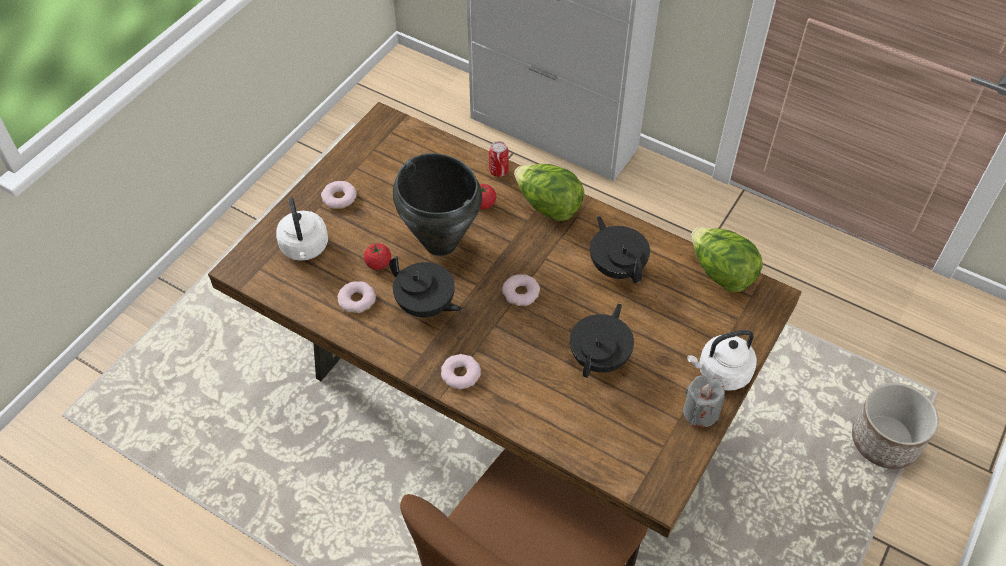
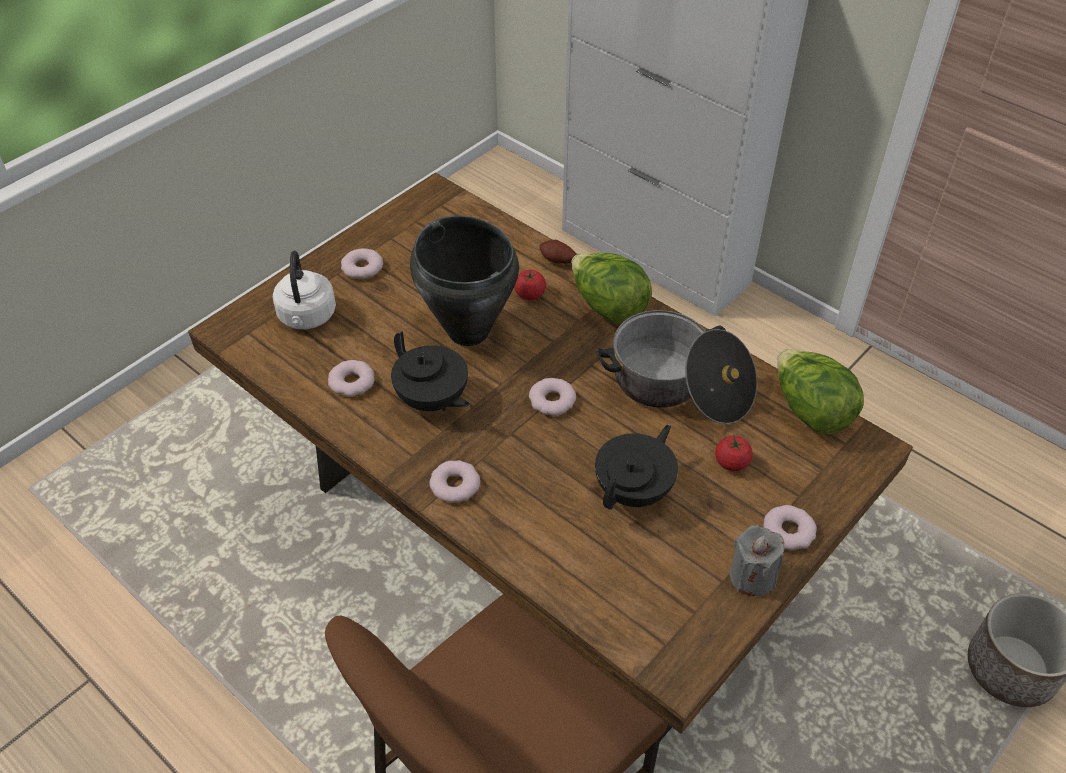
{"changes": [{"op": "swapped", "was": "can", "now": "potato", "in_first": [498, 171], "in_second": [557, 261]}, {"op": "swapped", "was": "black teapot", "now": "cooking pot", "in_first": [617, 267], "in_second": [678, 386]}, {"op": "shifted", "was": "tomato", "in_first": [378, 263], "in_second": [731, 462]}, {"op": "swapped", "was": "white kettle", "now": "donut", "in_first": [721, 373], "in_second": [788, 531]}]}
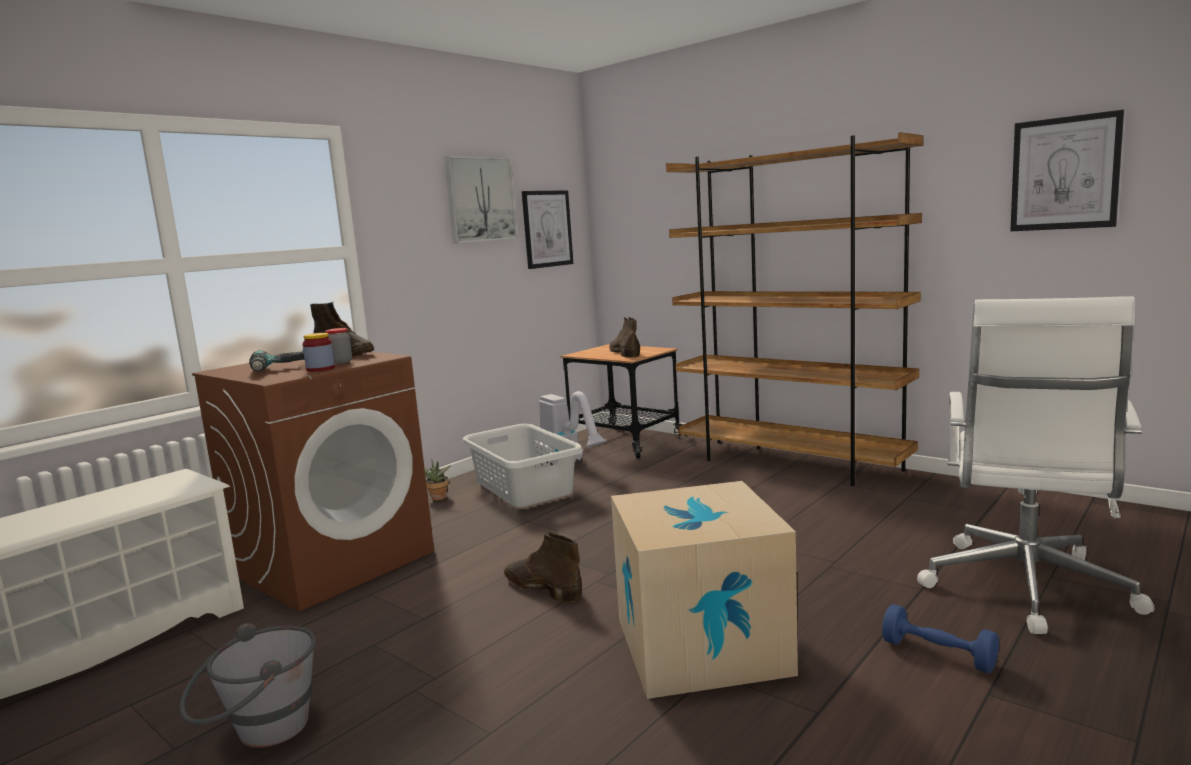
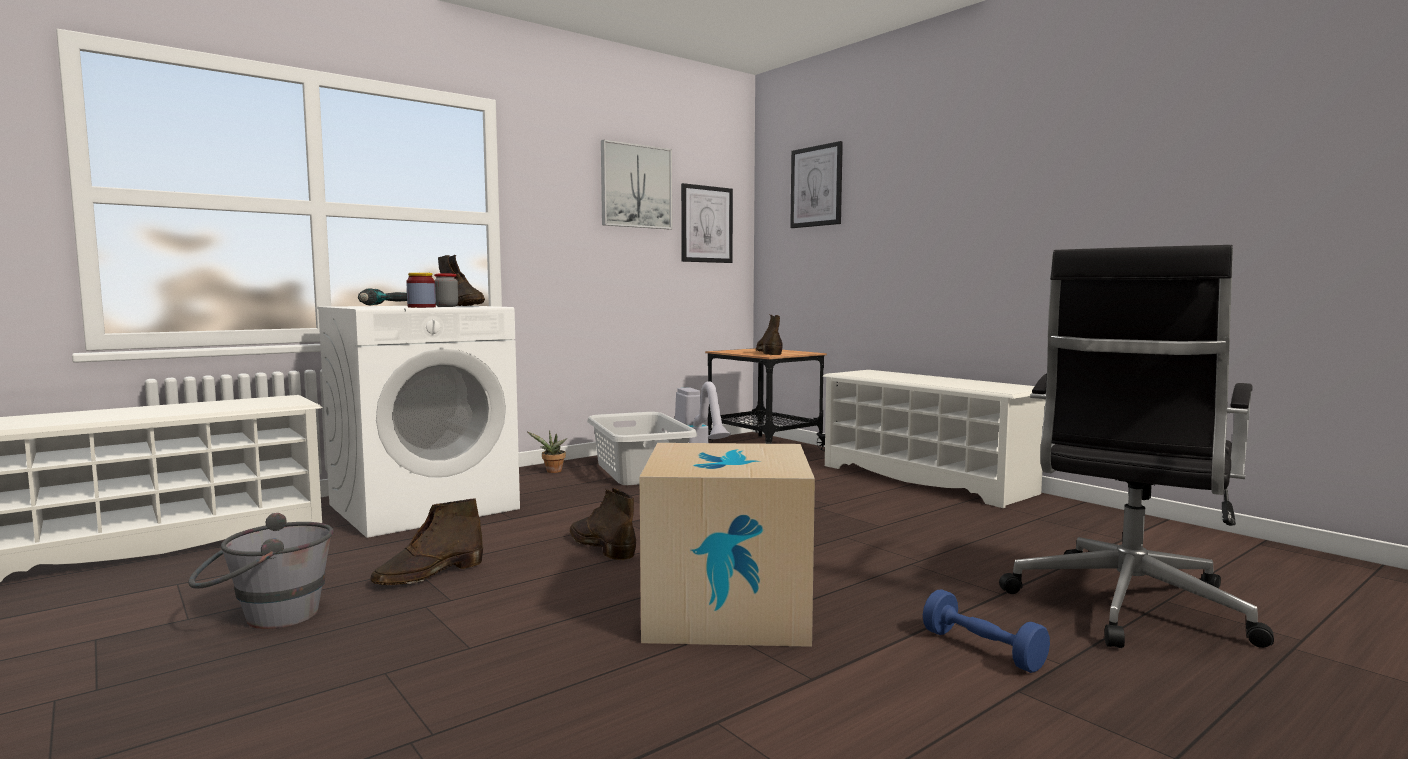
{"changes": [{"op": "shifted", "was": "picture", "in_first": [1064, 173], "in_second": [816, 186]}, {"op": "swapped", "was": "brown bookcase", "now": "white shoe rack", "in_first": [791, 463], "in_second": [926, 479]}, {"op": "repainted", "was": "white office chair", "now": "black office chair", "in_first": [1025, 588], "in_second": [1126, 607]}, {"op": "repainted", "was": "brown washing machine", "now": "white washing machine", "in_first": [333, 562], "in_second": [424, 506]}, {"op": "new", "now": "brown boot", "in_second": [428, 574]}]}
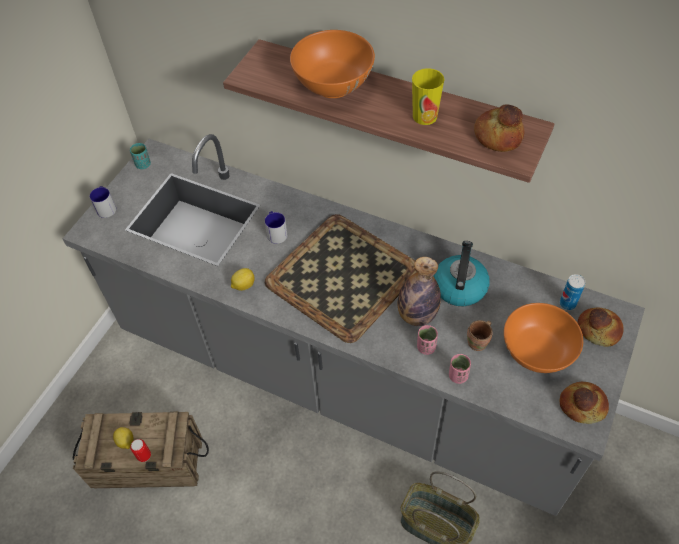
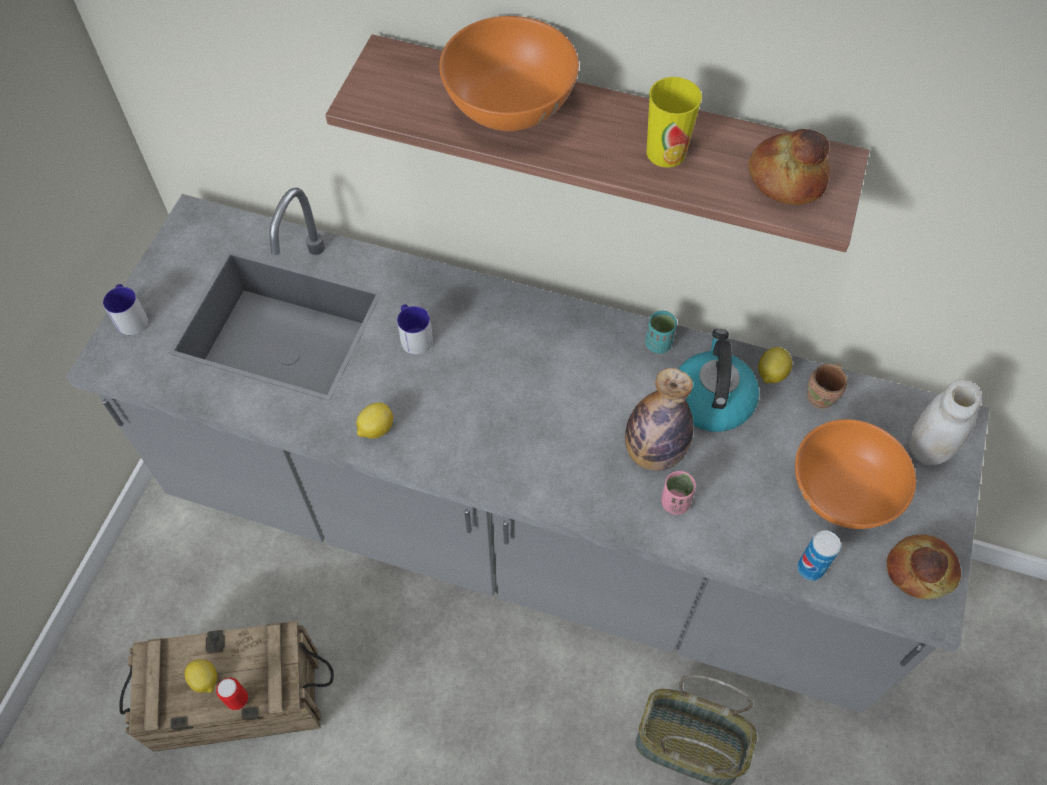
{"changes": [{"op": "shifted", "was": "turquoise cup", "in_first": [143, 164], "in_second": [658, 343]}, {"op": "gone", "was": "tray", "in_first": [344, 276]}, {"op": "shifted", "was": "can", "in_first": [567, 304], "in_second": [810, 568]}, {"op": "swapped", "was": "bread", "now": "white jar", "in_first": [599, 329], "in_second": [927, 448]}, {"op": "shifted", "was": "brown mug", "in_first": [479, 343], "in_second": [822, 397]}, {"op": "gone", "was": "pink cup", "in_first": [458, 376]}, {"op": "new", "now": "lemon", "in_second": [771, 374]}]}
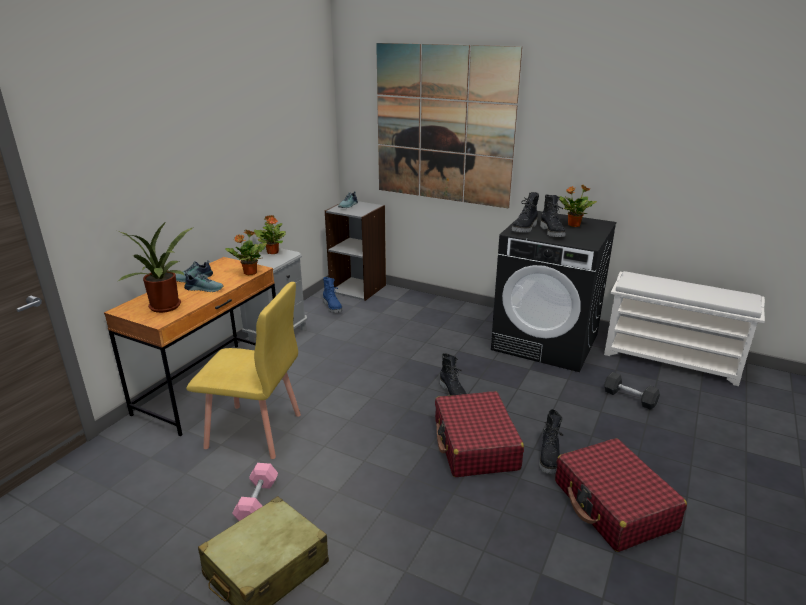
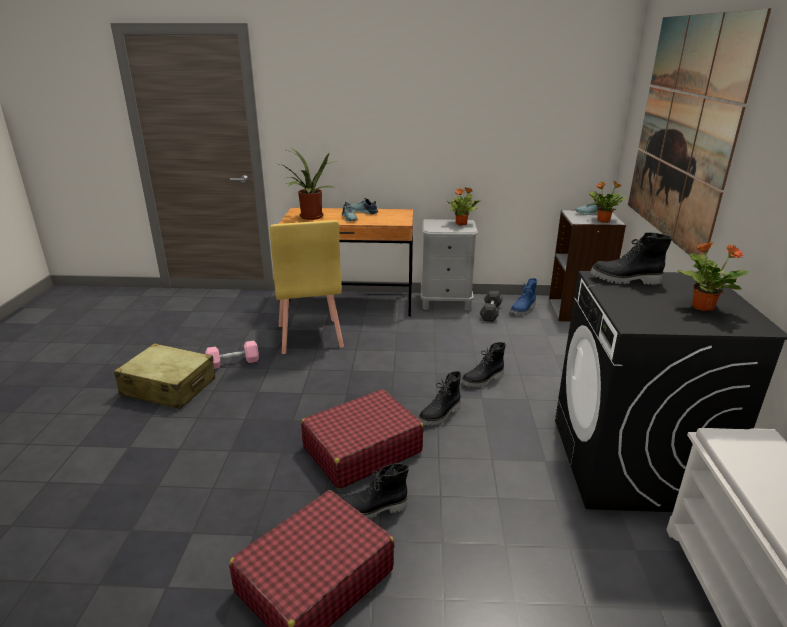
{"changes": [{"op": "shifted", "was": "black boot", "in_first": [552, 232], "in_second": [483, 380]}, {"op": "shifted", "was": "potted plant", "in_first": [249, 273], "in_second": [602, 221]}, {"op": "shifted", "was": "grey dumbbell", "in_first": [629, 398], "in_second": [490, 313]}]}
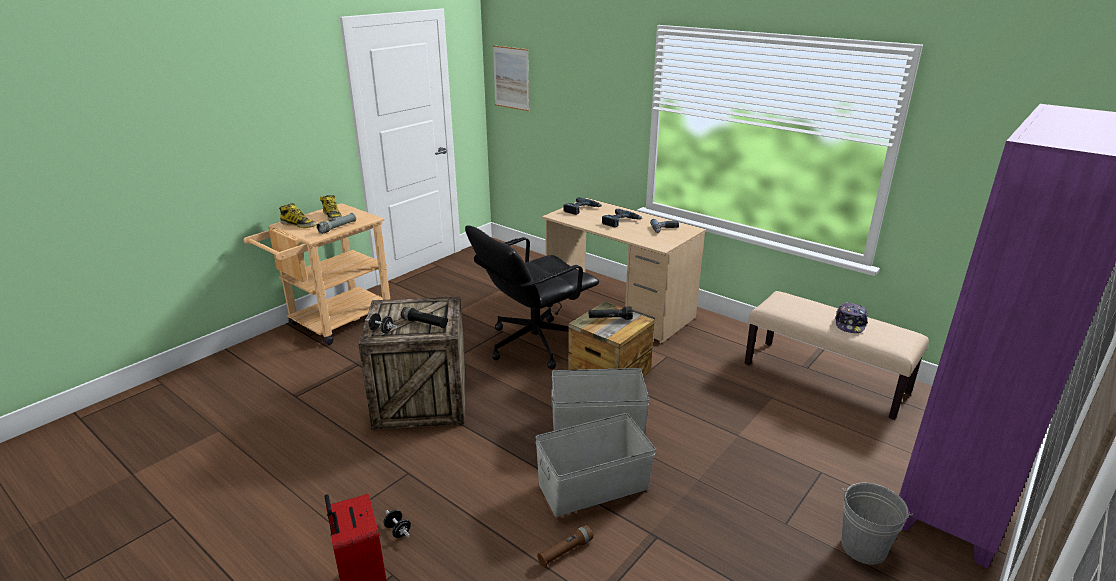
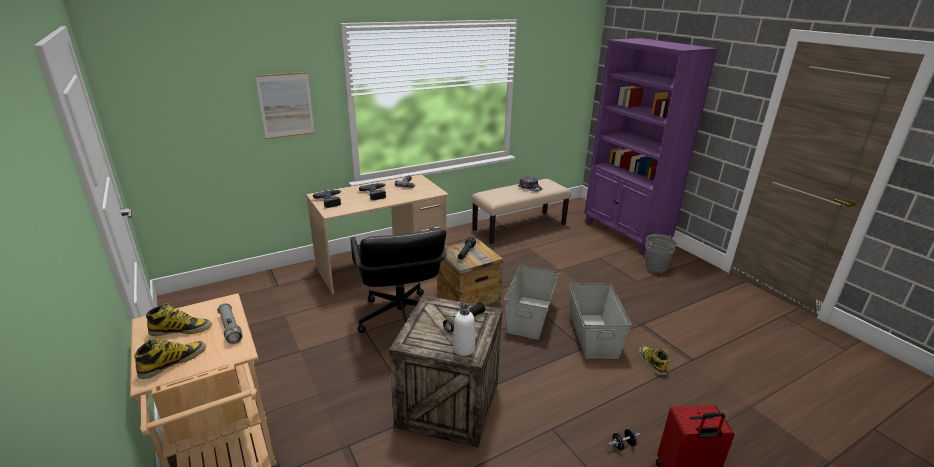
{"changes": [{"op": "shifted", "was": "picture", "in_first": [511, 78], "in_second": [286, 105]}, {"op": "swapped", "was": "black dumbbell", "now": "white bottle", "in_first": [381, 330], "in_second": [463, 349]}, {"op": "swapped", "was": "brown flashlight", "now": "boot", "in_first": [565, 551], "in_second": [651, 362]}]}
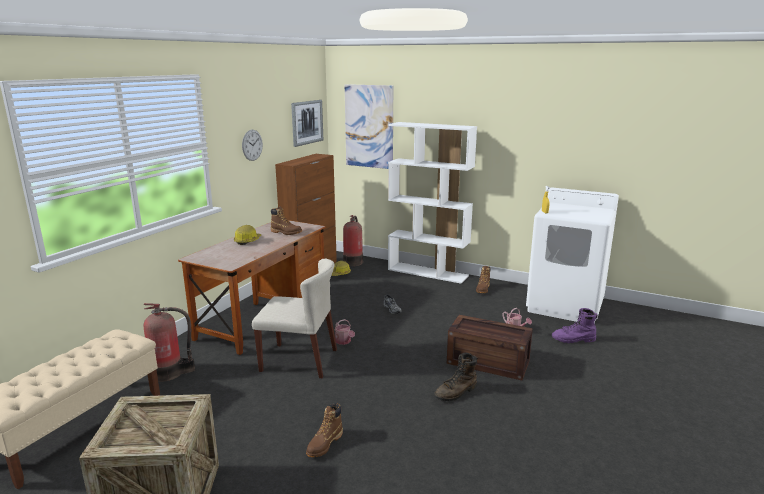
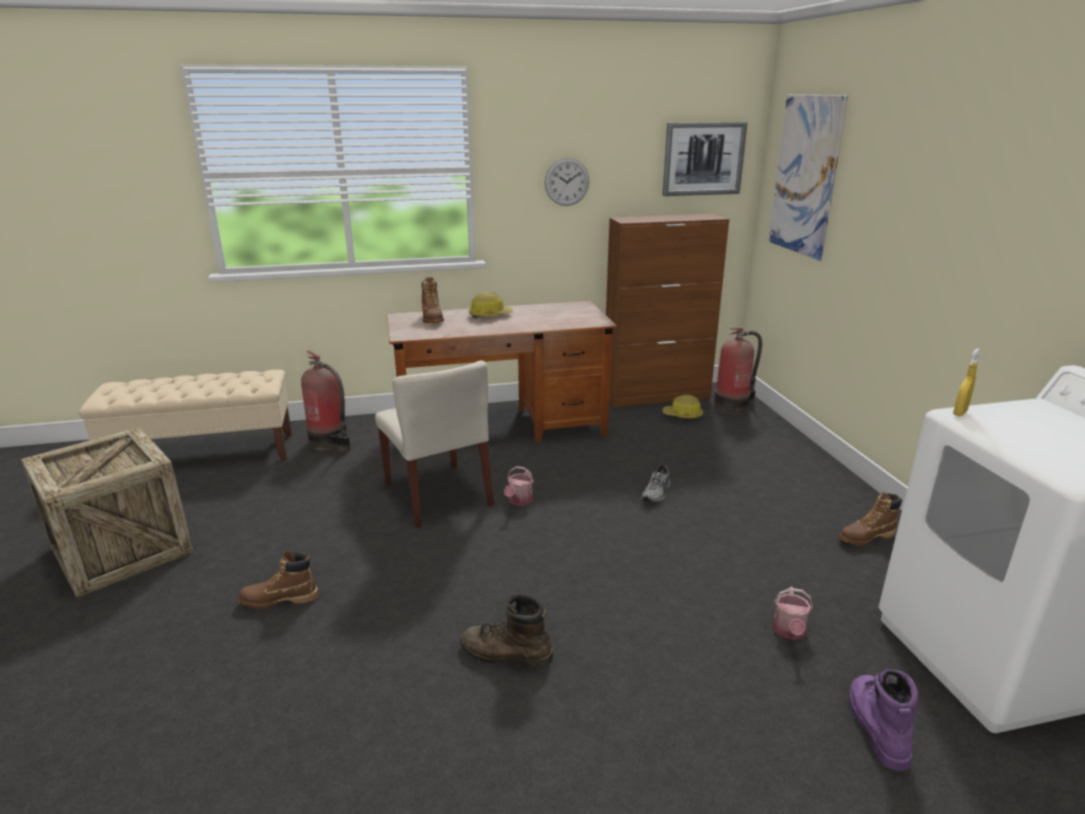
{"changes": [{"op": "gone", "was": "white bookcase", "in_first": [428, 272]}, {"op": "shifted", "was": "brown boot", "in_first": [286, 232], "in_second": [432, 319]}, {"op": "rotated", "was": "purple boot", "in_first": [573, 339], "in_second": [876, 726], "clockwise": 45}, {"op": "gone", "was": "crate", "in_first": [489, 362]}]}
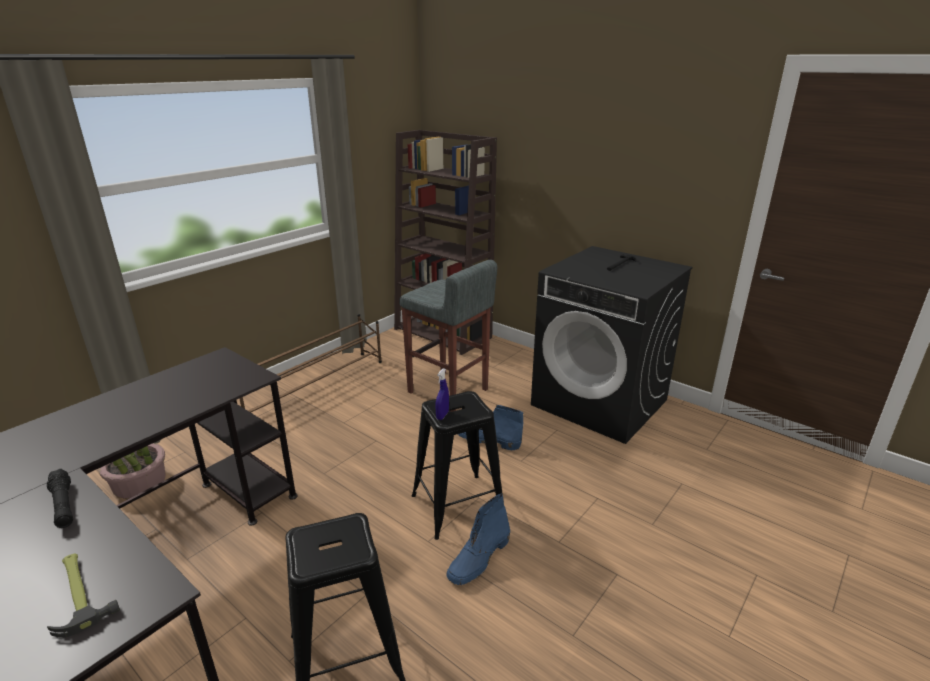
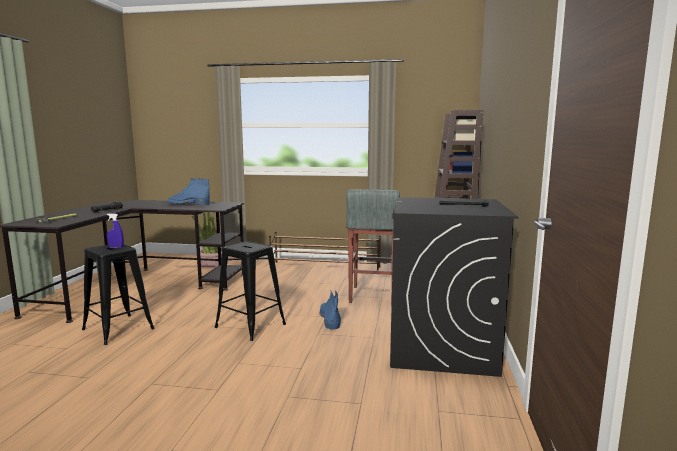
{"changes": [{"op": "shifted", "was": "blue spray bottle", "in_first": [442, 415], "in_second": [116, 247]}, {"op": "shifted", "was": "blue boot", "in_first": [479, 559], "in_second": [188, 204]}]}
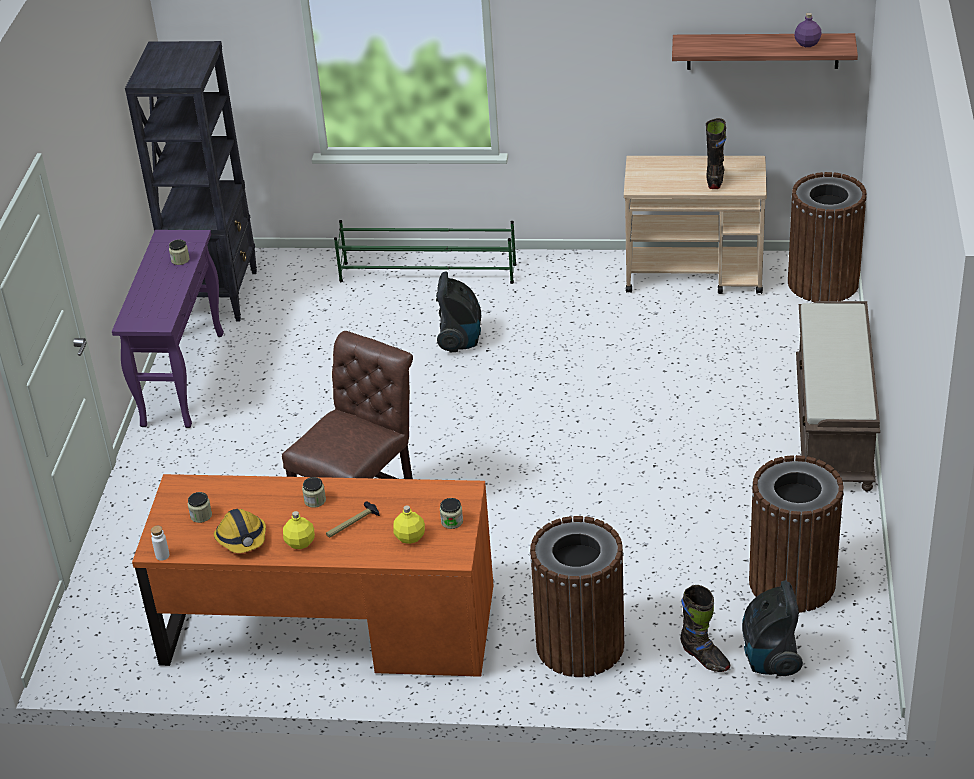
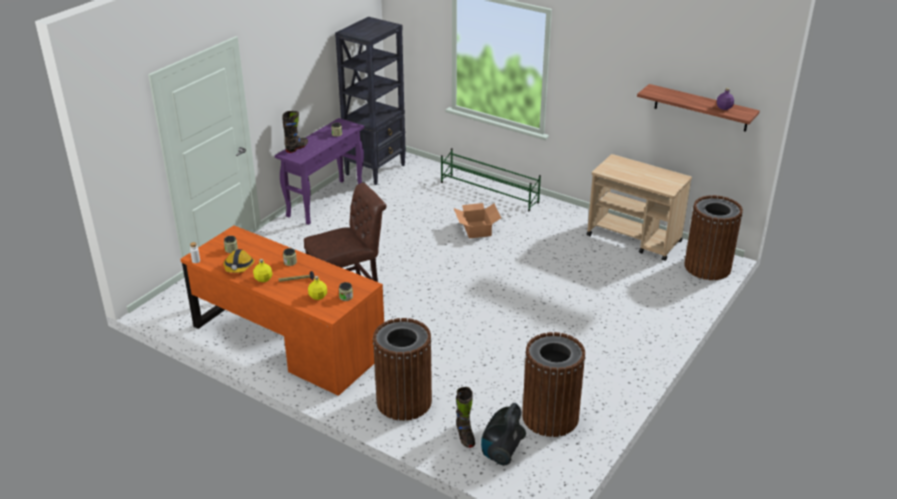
{"changes": [{"op": "shifted", "was": "black boot", "in_first": [715, 178], "in_second": [297, 148]}, {"op": "swapped", "was": "vacuum cleaner", "now": "cardboard box", "in_first": [460, 340], "in_second": [477, 229]}, {"op": "gone", "was": "brown bench", "in_first": [834, 426]}]}
